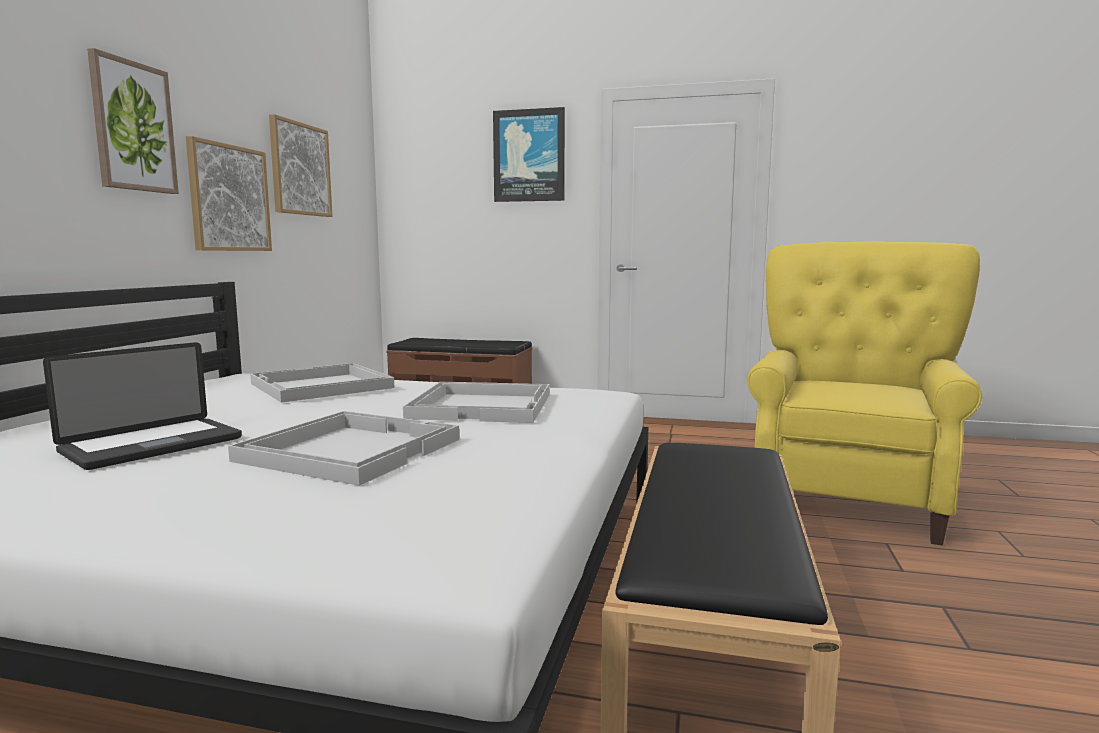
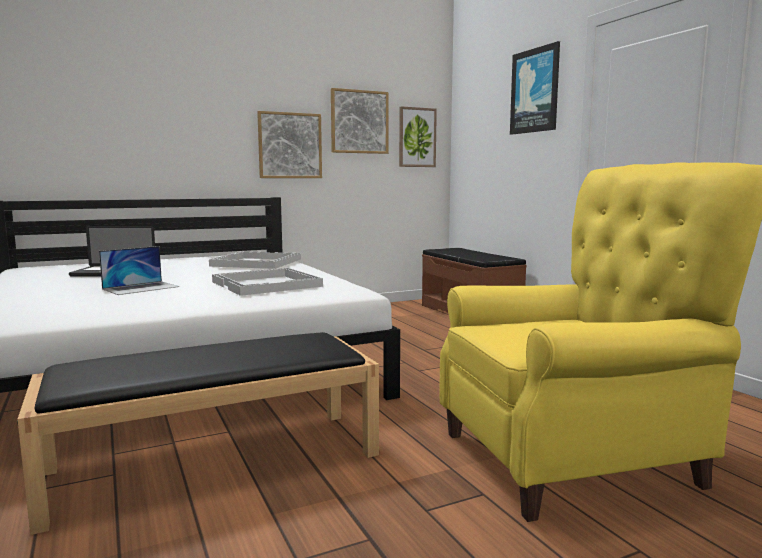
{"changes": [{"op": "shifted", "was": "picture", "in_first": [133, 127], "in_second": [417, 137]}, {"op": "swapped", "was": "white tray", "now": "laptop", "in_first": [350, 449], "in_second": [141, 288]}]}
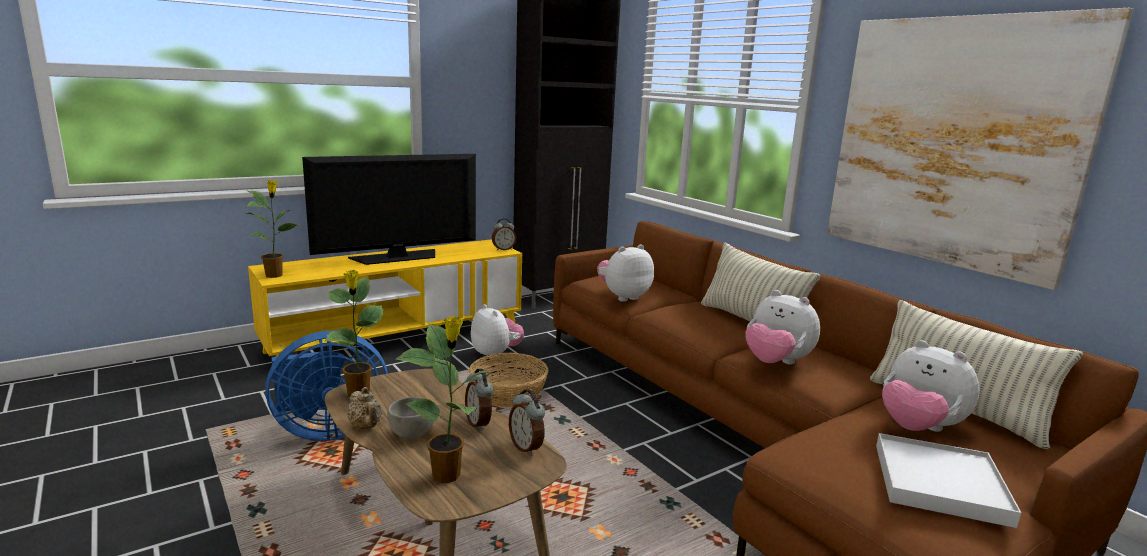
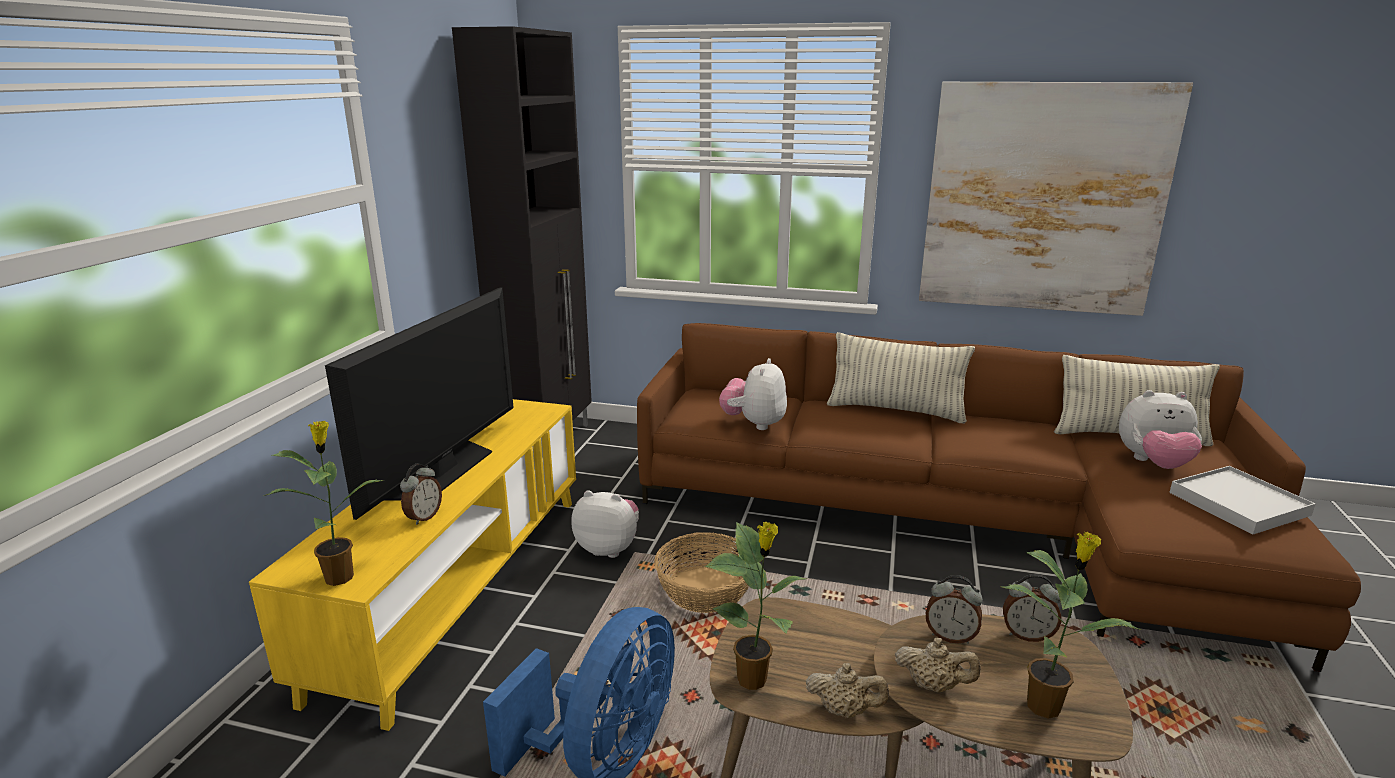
{"changes": [{"op": "shifted", "was": "alarm clock", "in_first": [503, 249], "in_second": [423, 517]}, {"op": "gone", "was": "plush toy", "in_first": [776, 362]}, {"op": "swapped", "was": "grey bowl", "now": "beige teapot", "in_first": [413, 434], "in_second": [933, 686]}]}
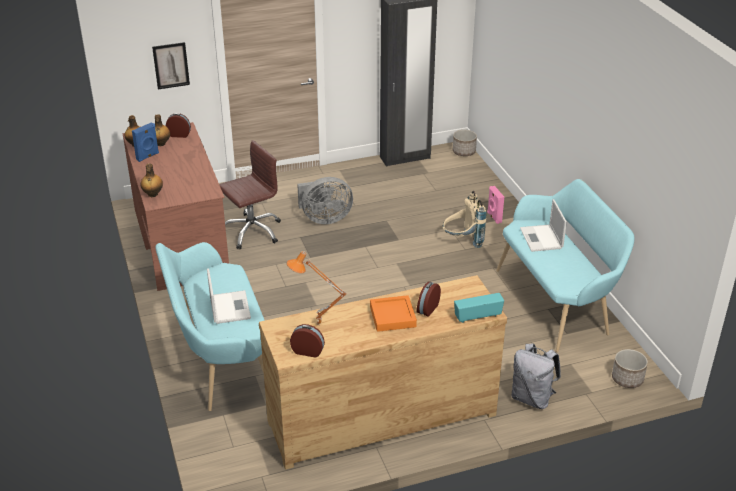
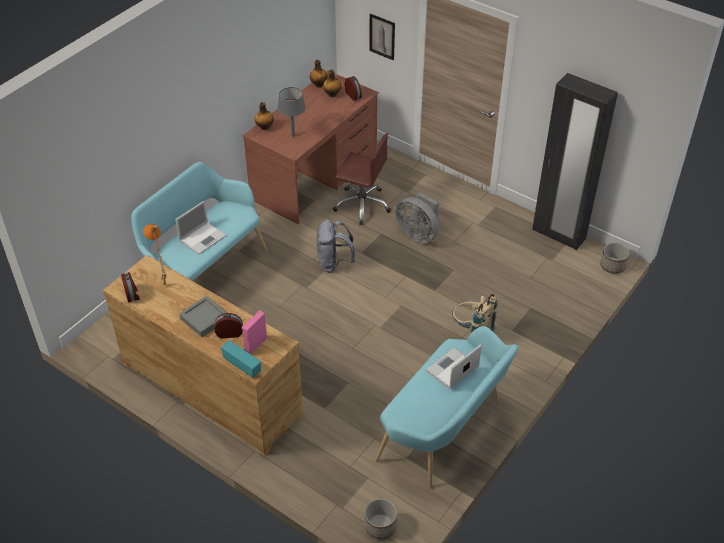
{"changes": [{"op": "gone", "was": "blue speaker", "in_first": [148, 156]}, {"op": "shifted", "was": "pink speaker", "in_first": [493, 217], "in_second": [255, 345]}, {"op": "repainted", "was": "orange tray", "now": "grey tray", "in_first": [392, 317], "in_second": [204, 319]}, {"op": "shifted", "was": "grey backpack", "in_first": [532, 398], "in_second": [334, 263]}, {"op": "new", "now": "grey table lamp", "in_second": [293, 135]}]}
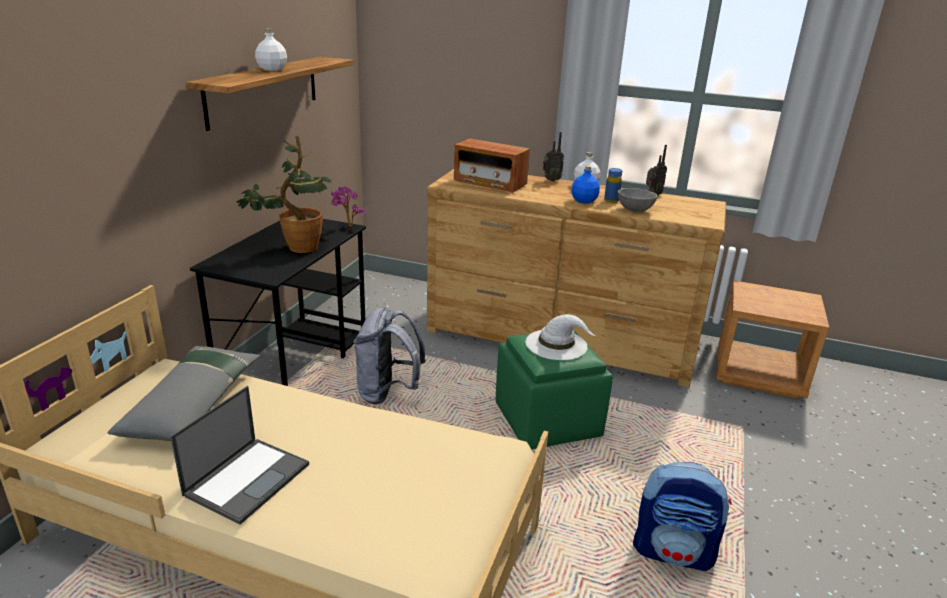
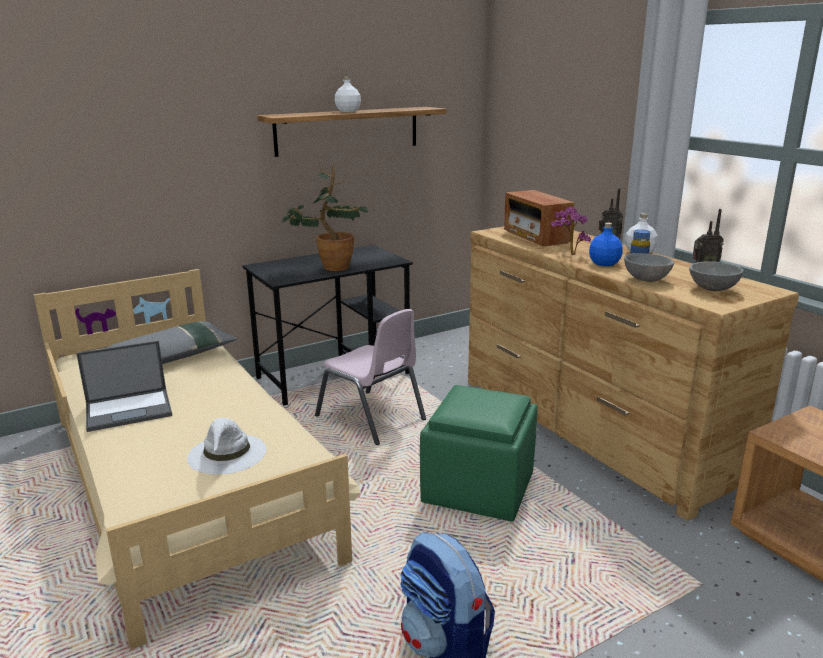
{"changes": [{"op": "shifted", "was": "potted plant", "in_first": [347, 227], "in_second": [568, 254]}, {"op": "swapped", "was": "grey backpack", "now": "pink chair", "in_first": [387, 393], "in_second": [371, 418]}, {"op": "shifted", "was": "white hat", "in_first": [557, 344], "in_second": [227, 454]}, {"op": "new", "now": "grey bowl", "in_second": [712, 289]}]}
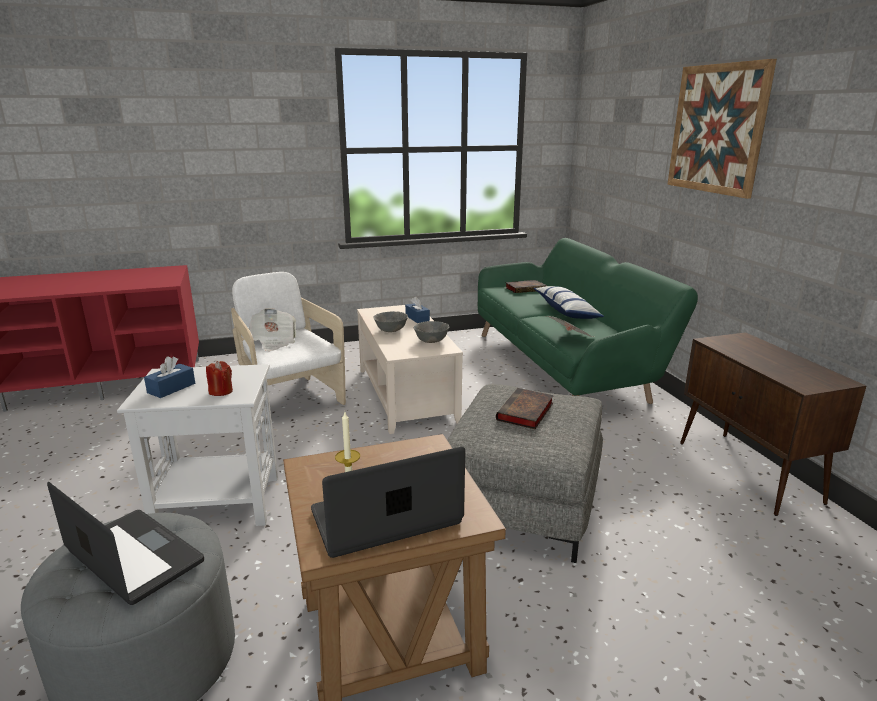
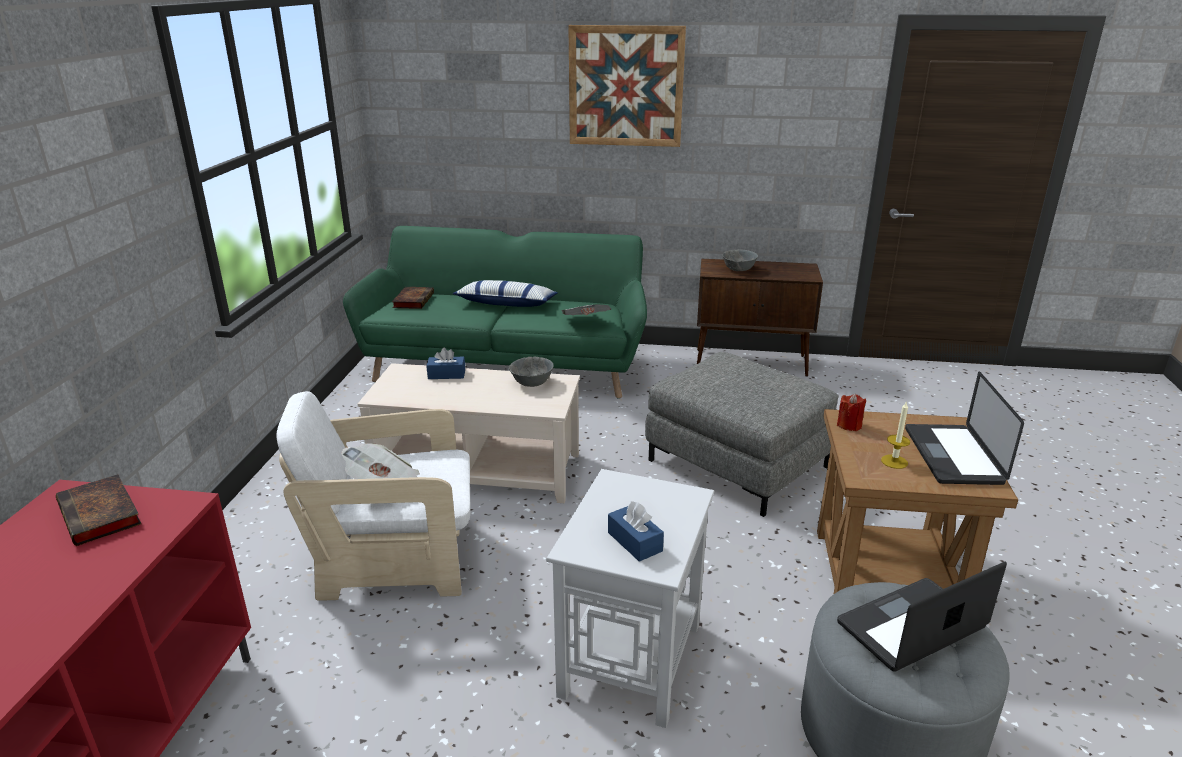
{"changes": [{"op": "shifted", "was": "grey bowl", "in_first": [390, 330], "in_second": [738, 270]}, {"op": "shifted", "was": "red candle", "in_first": [221, 391], "in_second": [849, 425]}, {"op": "shifted", "was": "book", "in_first": [525, 413], "in_second": [101, 515]}]}
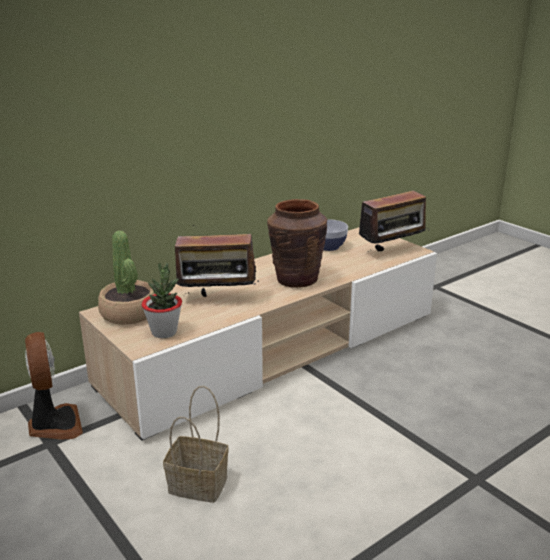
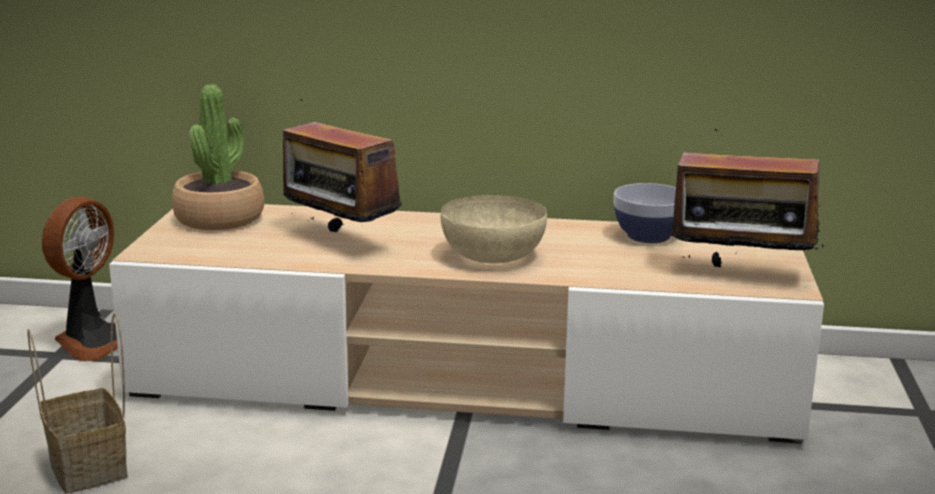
{"changes": [{"op": "swapped", "was": "brown vase", "now": "beige bowl", "in_first": [296, 280], "in_second": [492, 256]}, {"op": "gone", "was": "potted plant", "in_first": [164, 332]}]}
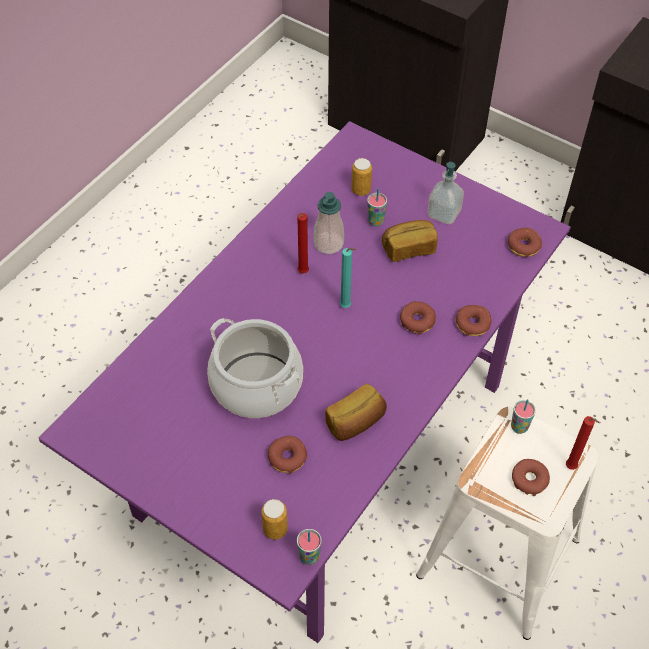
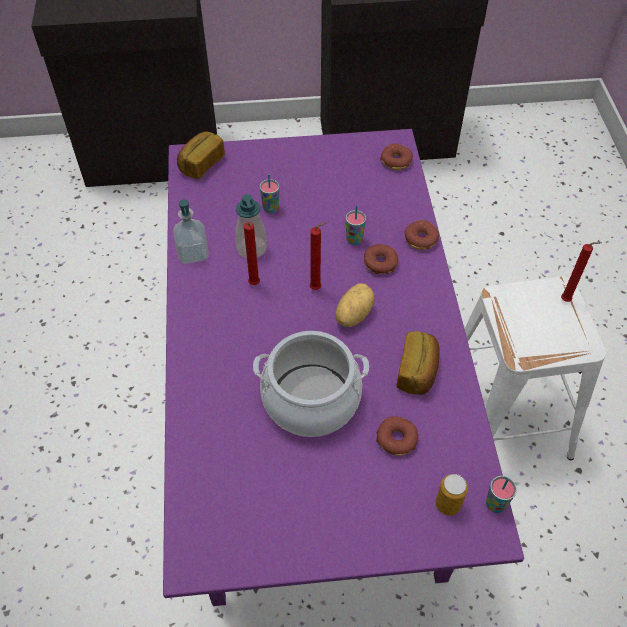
{"changes": [{"op": "gone", "was": "can", "in_first": [361, 190]}, {"op": "shifted", "was": "soap dispenser", "in_first": [443, 213], "in_second": [193, 253]}, {"op": "shifted", "was": "bread", "in_first": [408, 248], "in_second": [201, 163]}, {"op": "repainted", "was": "turquoise candle", "now": "red candle", "in_first": [346, 307], "in_second": [317, 288]}, {"op": "shifted", "was": "cup", "in_first": [519, 427], "in_second": [354, 240]}, {"op": "gone", "was": "donut", "in_first": [529, 479]}, {"op": "new", "now": "potato", "in_second": [352, 314]}]}
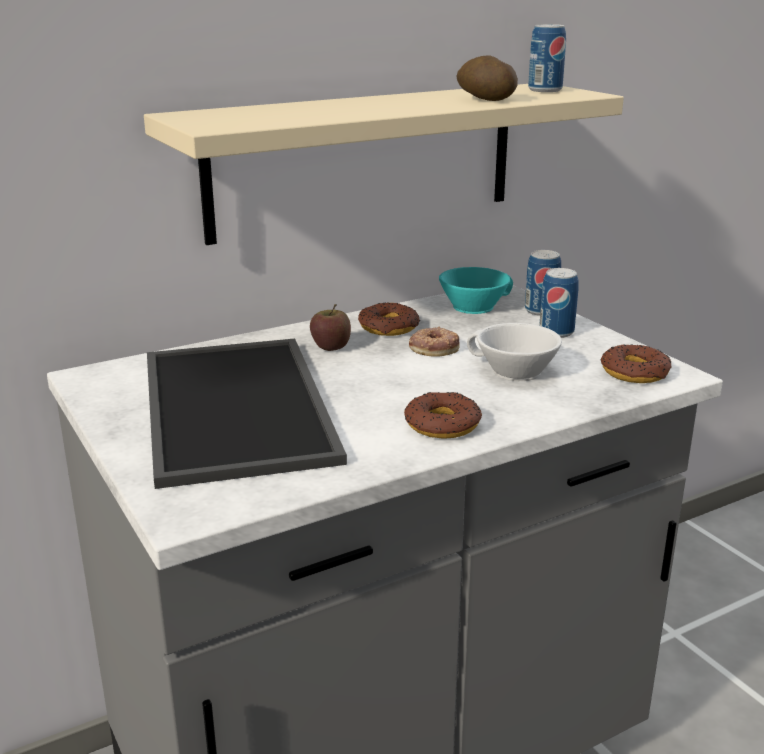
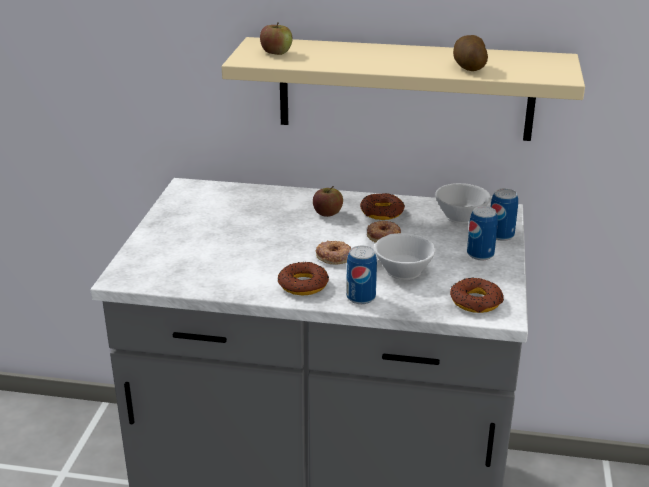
{"changes": [{"op": "shifted", "was": "can", "in_first": [545, 90], "in_second": [361, 297]}, {"op": "repainted", "was": "turquoise cup", "now": "white cup", "in_first": [473, 305], "in_second": [463, 215]}, {"op": "gone", "was": "tray", "in_first": [230, 406]}, {"op": "new", "now": "apple", "in_second": [276, 52]}, {"op": "new", "now": "donut", "in_second": [334, 257]}]}
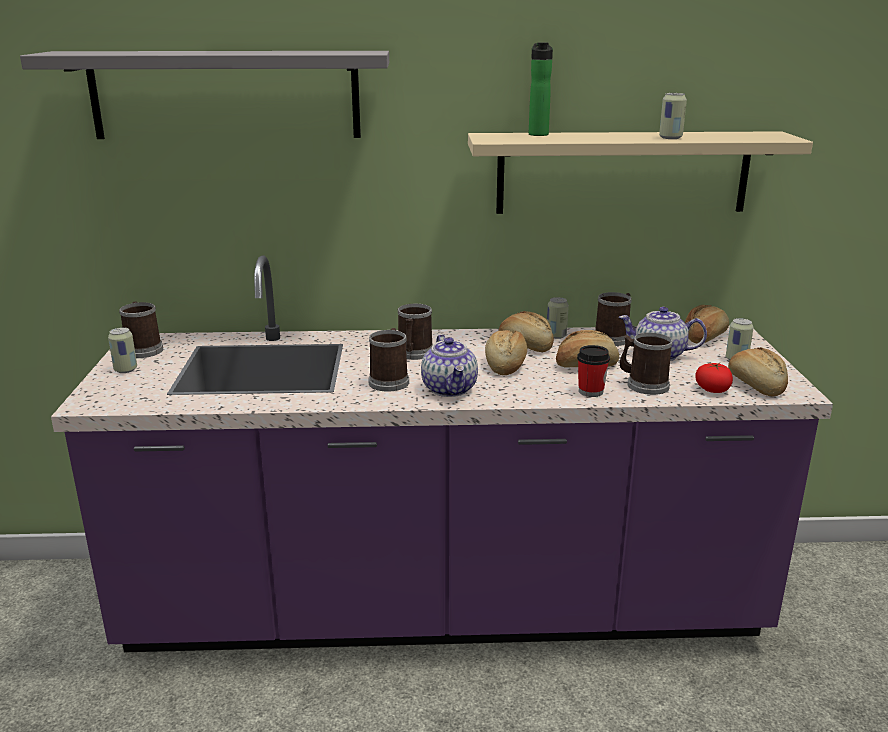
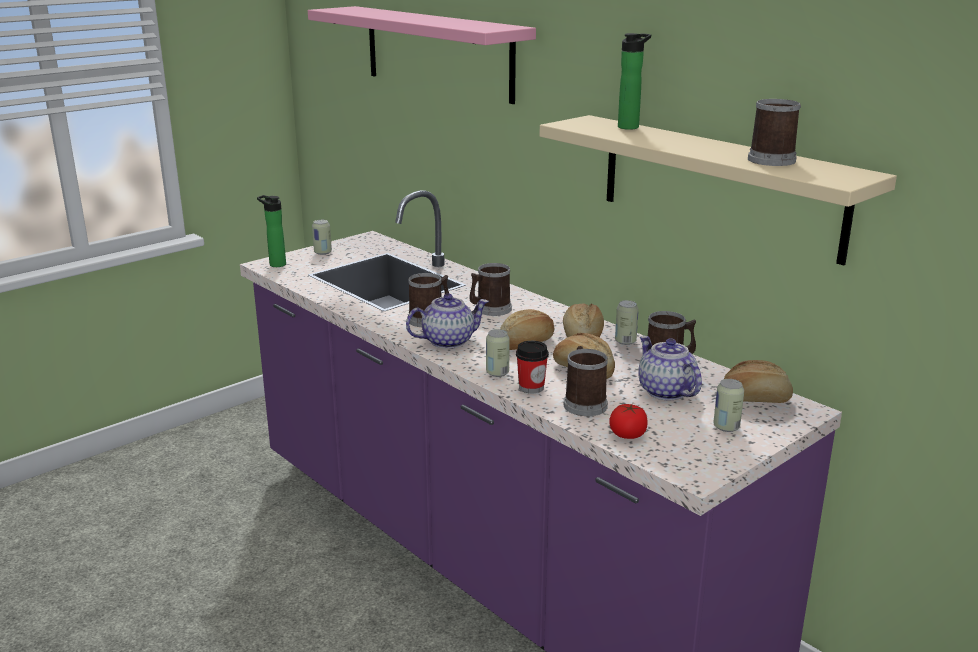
{"changes": [{"op": "repainted", "was": "grey shelf", "now": "pink shelf", "in_first": [225, 95], "in_second": [437, 52]}, {"op": "shifted", "was": "can", "in_first": [670, 138], "in_second": [497, 373]}, {"op": "shifted", "was": "mug", "in_first": [143, 349], "in_second": [772, 159]}, {"op": "rotated", "was": "teapot", "in_first": [450, 389], "in_second": [448, 341], "clockwise": -150}, {"op": "gone", "was": "bread", "in_first": [756, 385]}, {"op": "new", "now": "bottle", "in_second": [275, 264]}]}
